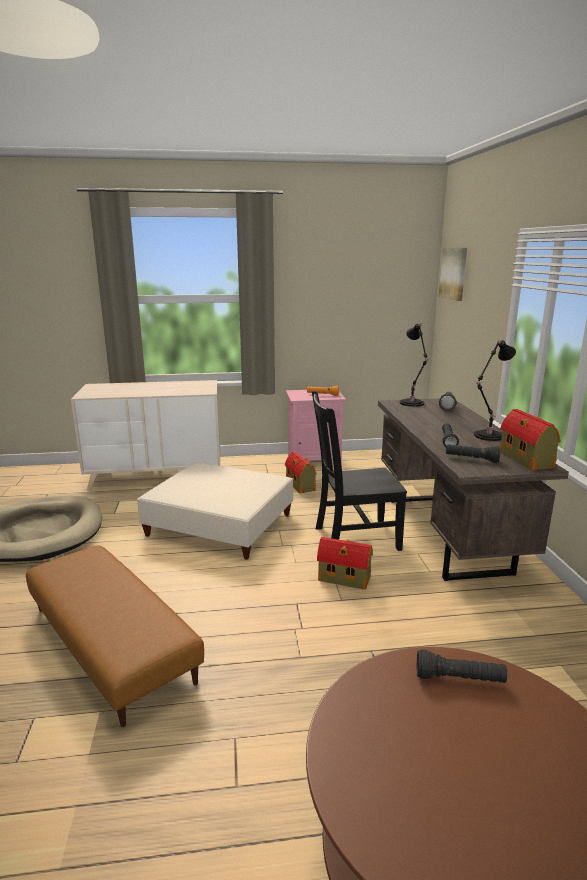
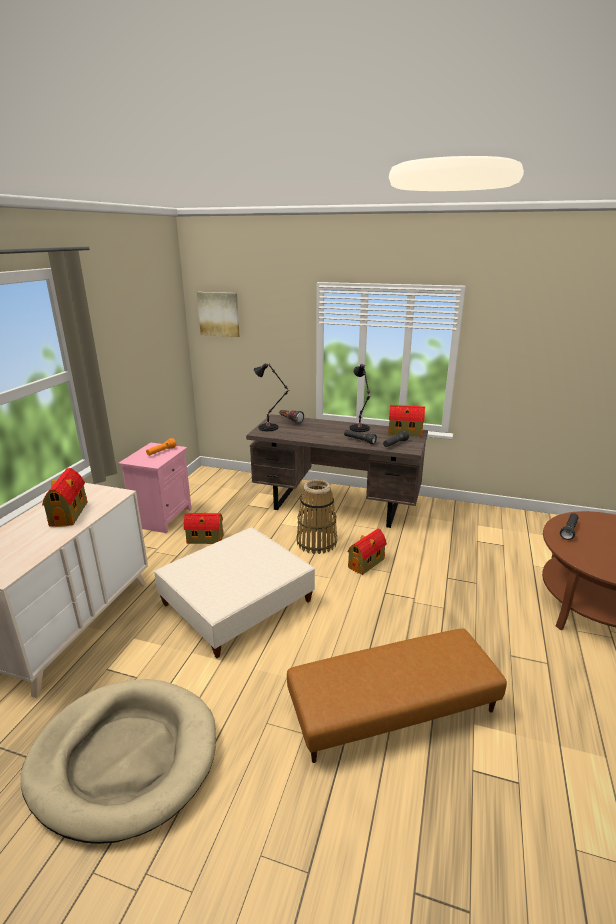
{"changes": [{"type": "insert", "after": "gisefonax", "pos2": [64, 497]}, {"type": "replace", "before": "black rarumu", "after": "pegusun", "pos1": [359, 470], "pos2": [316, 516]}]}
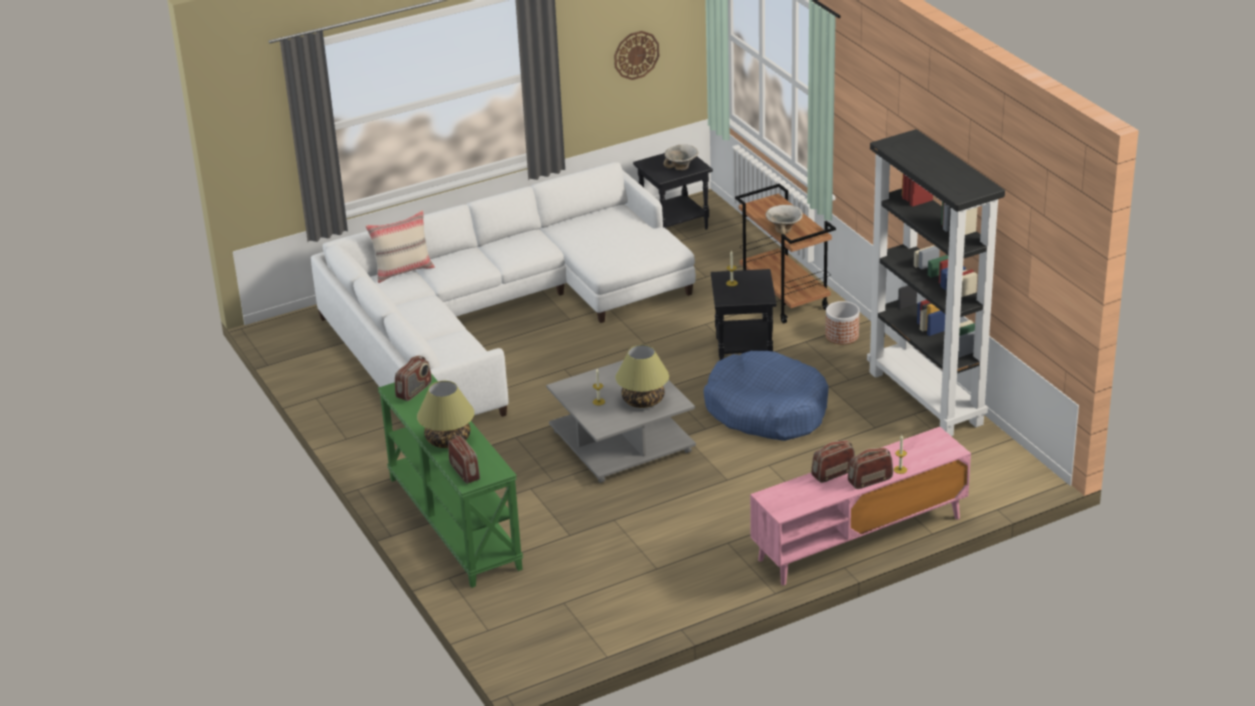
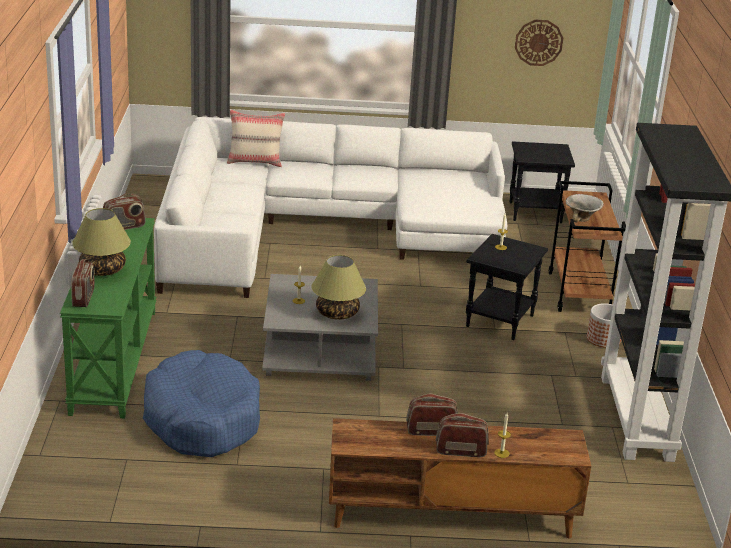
{"changes": [{"type": "move", "before": "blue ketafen", "pos1": [766, 396], "pos2": [201, 403]}, {"type": "recolor", "before": "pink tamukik", "after": "brown tamukik", "pos1": [860, 506], "pos2": [460, 478]}, {"type": "delete", "before": "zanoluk", "pos1": [681, 157]}]}
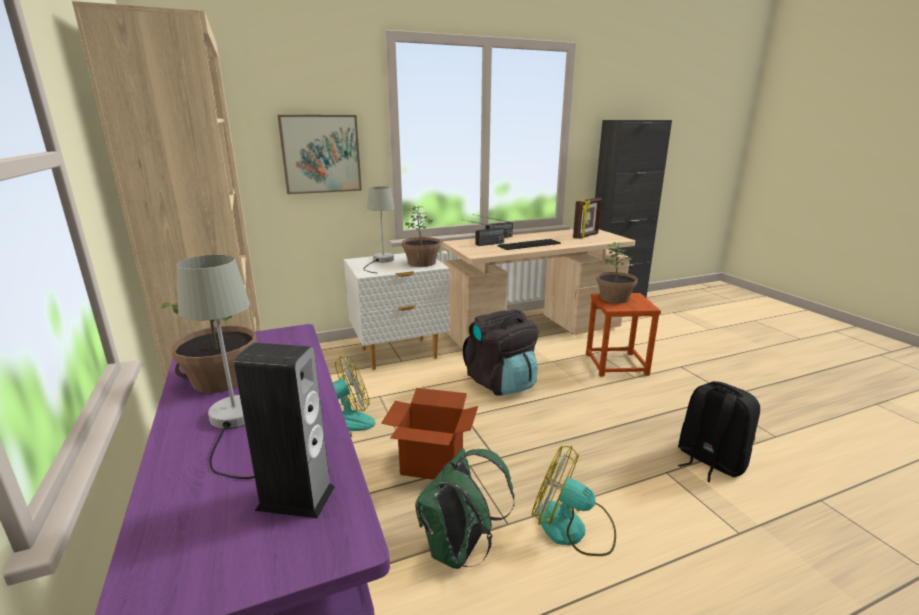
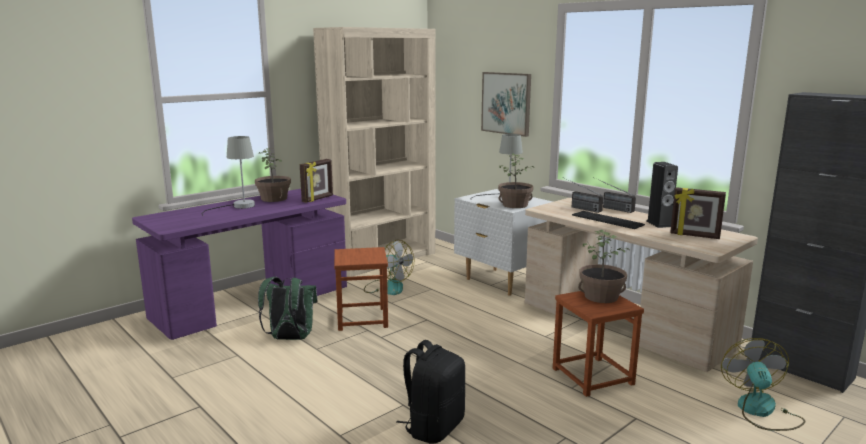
{"changes": [{"type": "insert", "after": "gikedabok", "pos2": [316, 181]}, {"type": "replace", "before": "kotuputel", "after": "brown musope", "pos1": [429, 434], "pos2": [361, 289]}, {"type": "move", "before": "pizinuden", "pos1": [284, 430], "pos2": [662, 195]}, {"type": "move", "before": "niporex", "pos1": [574, 500], "pos2": [763, 384]}, {"type": "delete", "before": "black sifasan", "pos1": [500, 352]}]}
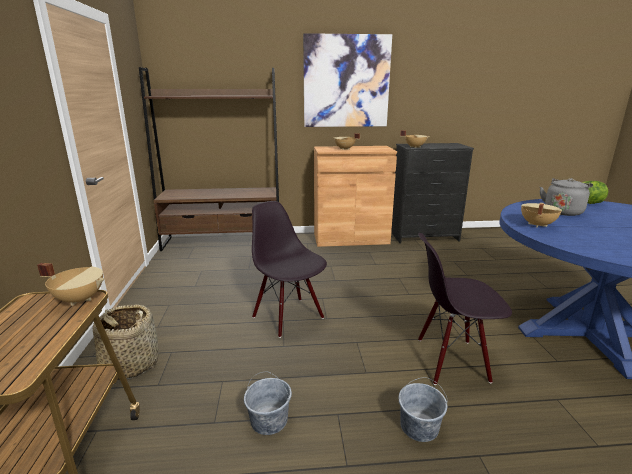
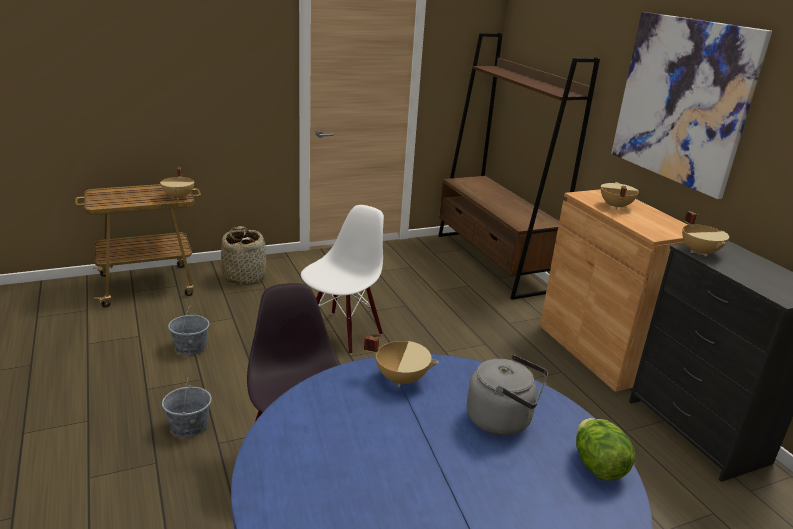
{"changes": [{"type": "recolor", "before": "black rarumu", "after": "white rarumu", "pos1": [289, 269], "pos2": [342, 279]}]}
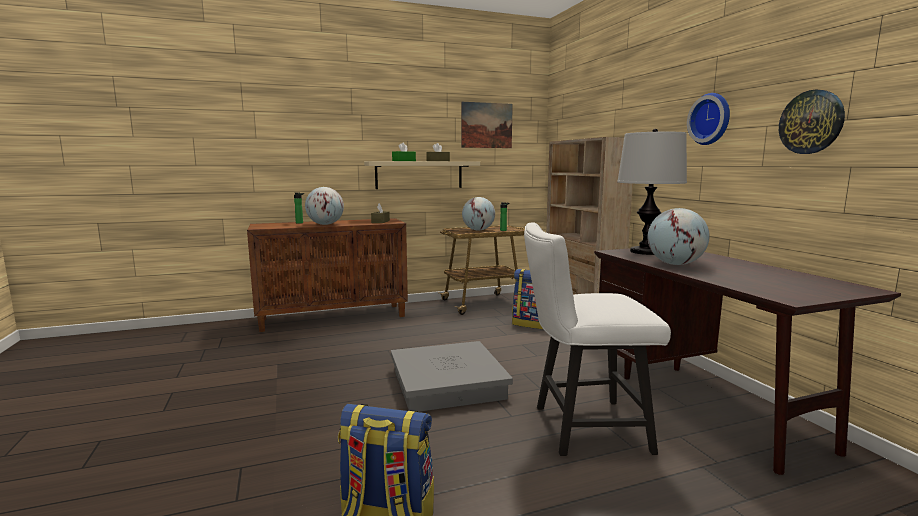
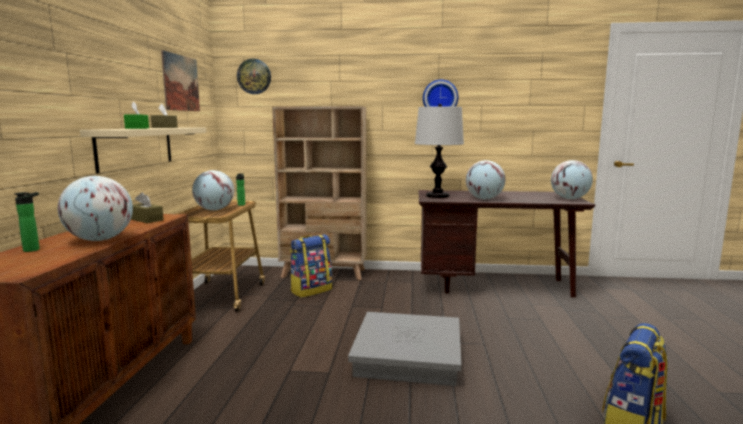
{"changes": [{"type": "move", "before": "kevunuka", "pos1": [812, 122], "pos2": [254, 76]}, {"type": "insert", "after": "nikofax", "pos2": [572, 179]}, {"type": "delete", "before": "white rarumu", "pos1": [597, 339]}]}
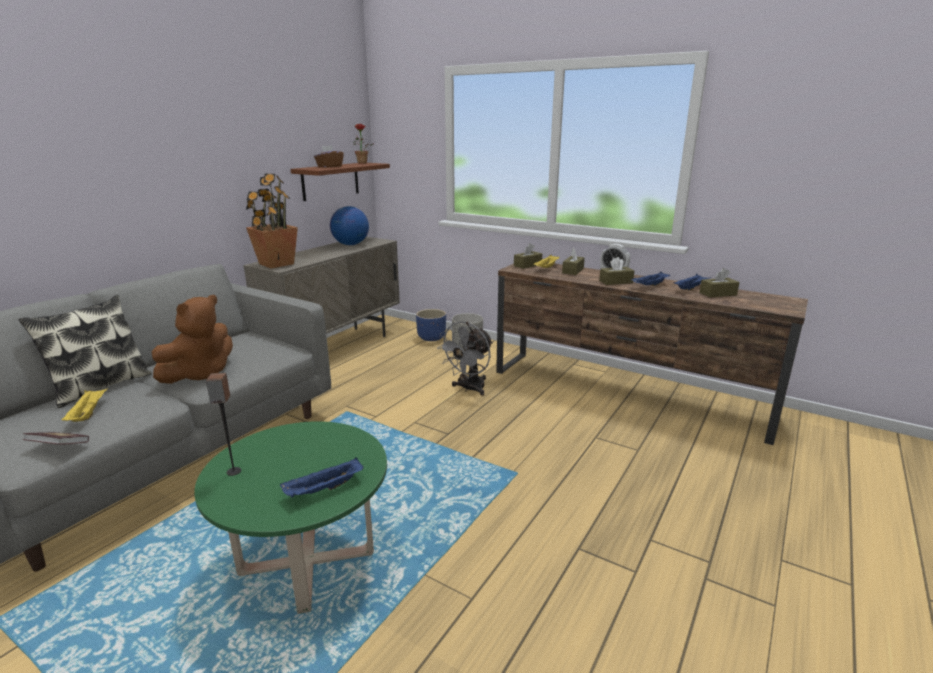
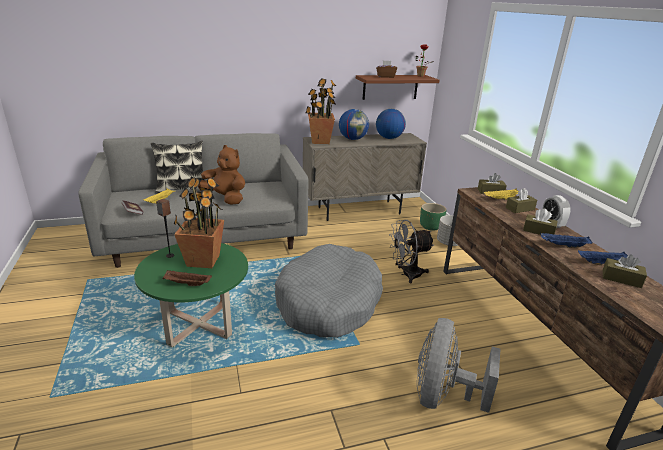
{"changes": [{"type": "recolor", "before": "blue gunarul", "after": "brown gunarul", "pos1": [321, 477], "pos2": [187, 278]}, {"type": "insert", "after": "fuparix", "pos2": [199, 222]}, {"type": "rotate", "before": "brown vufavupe", "pos1": [192, 339], "pos2": [221, 175], "turn": -135}, {"type": "insert", "after": "grey ketafen", "pos2": [329, 291]}, {"type": "insert", "after": "nikofax", "pos2": [354, 124]}, {"type": "insert", "after": "grey niporex", "pos2": [458, 365]}, {"type": "recolor", "before": "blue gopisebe", "after": "green gopisebe", "pos1": [431, 325], "pos2": [433, 217]}]}
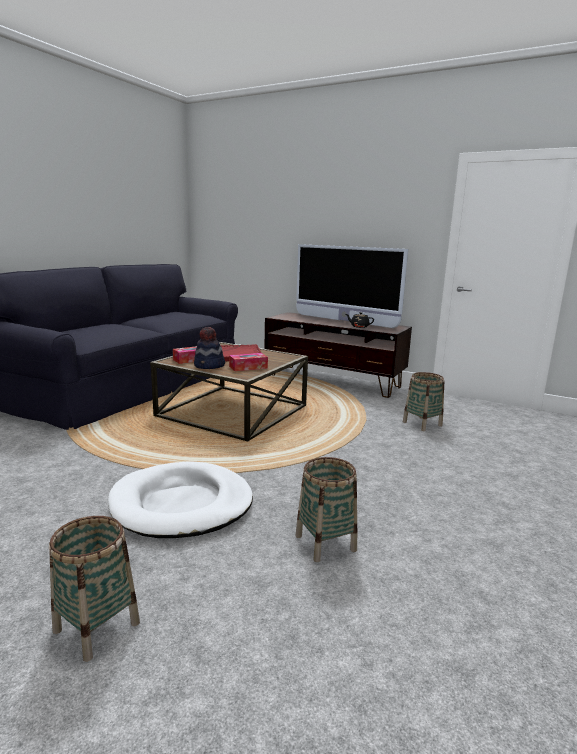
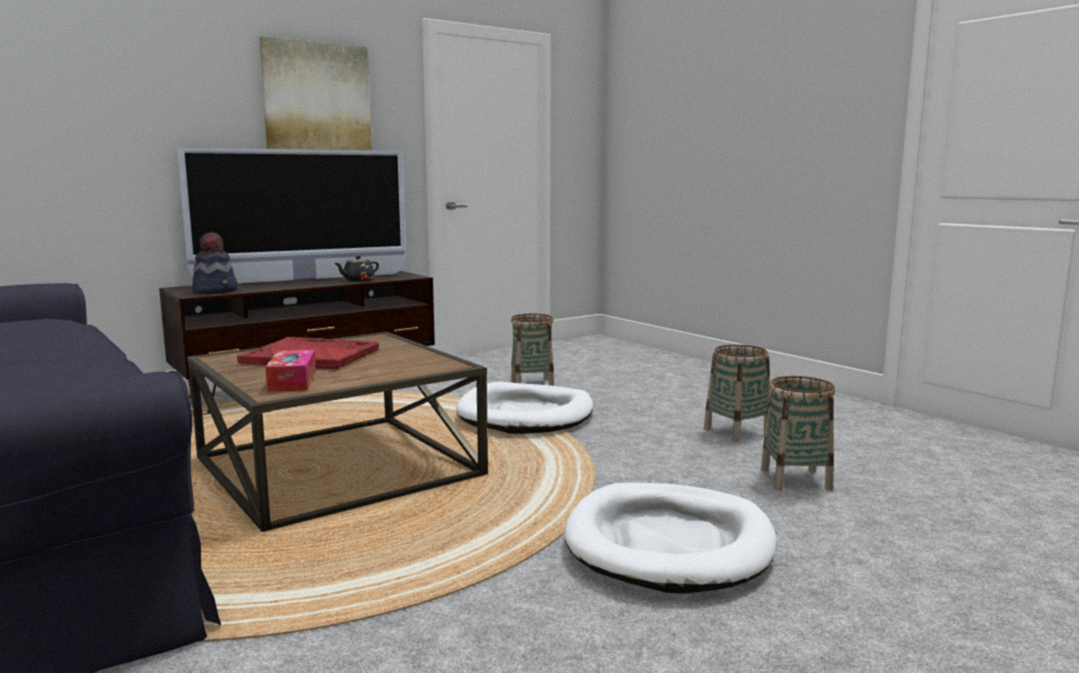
{"changes": [{"type": "move", "before": "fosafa", "pos1": [209, 348], "pos2": [215, 263]}, {"type": "insert", "after": "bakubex", "pos2": [315, 93]}, {"type": "insert", "after": "white ketafen", "pos2": [524, 408]}, {"type": "move", "before": "pegusun", "pos1": [94, 589], "pos2": [737, 393]}, {"type": "delete", "before": "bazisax", "pos1": [248, 362]}]}
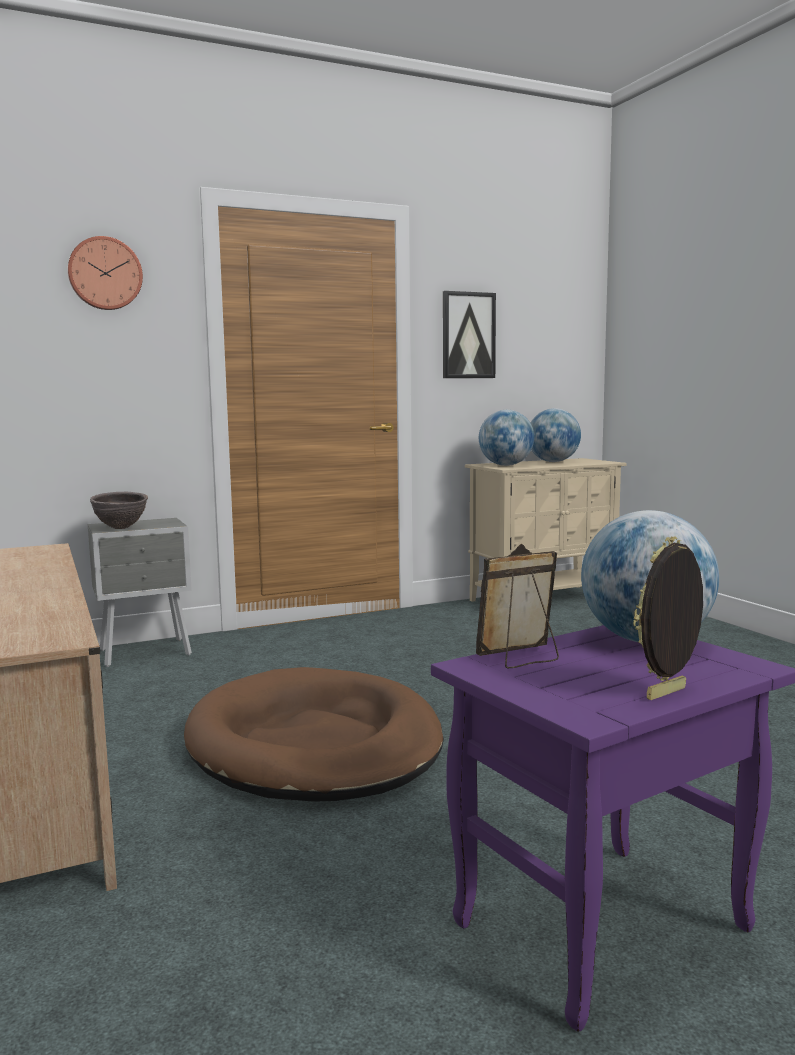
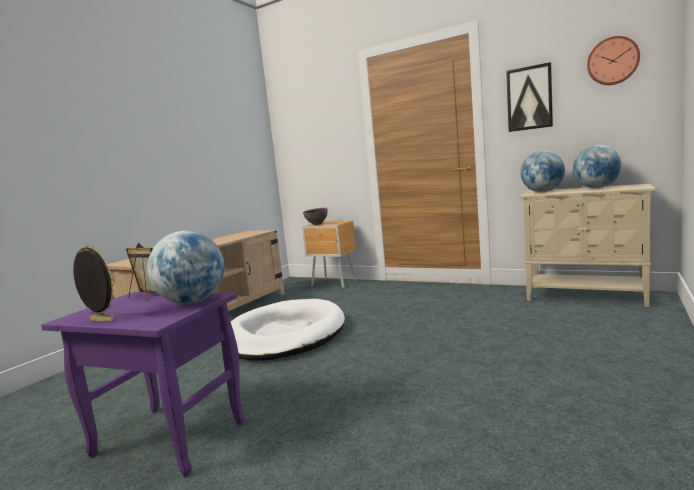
{"changes": [{"type": "recolor", "before": "brown ketafen", "after": "white ketafen", "pos1": [314, 734], "pos2": [288, 330]}, {"type": "recolor", "before": "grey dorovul", "after": "brown dorovul", "pos1": [140, 592], "pos2": [329, 254]}, {"type": "move", "before": "kevunuka", "pos1": [105, 273], "pos2": [613, 60]}]}
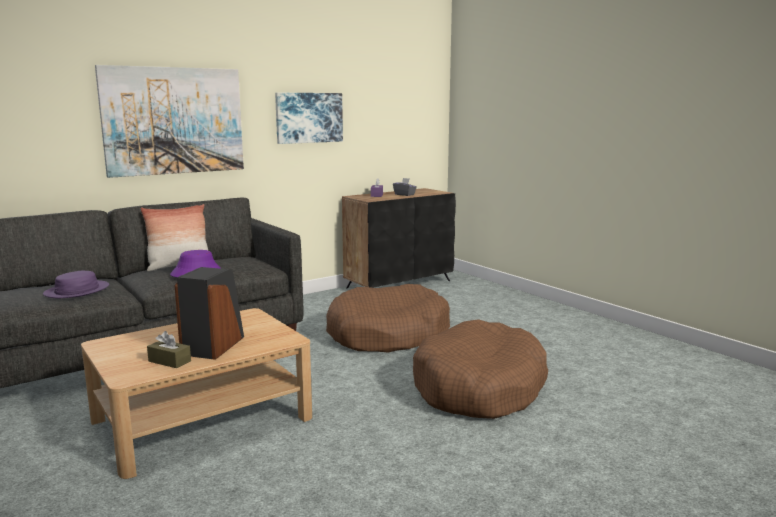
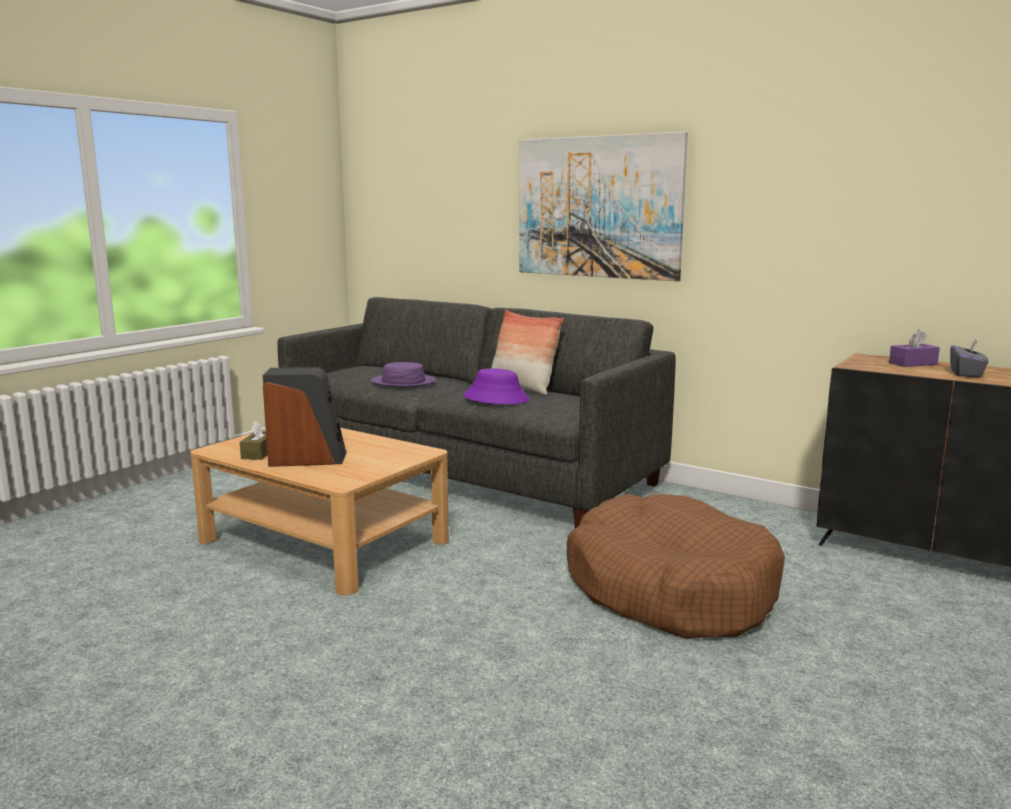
{"changes": [{"type": "delete", "before": "bakubex", "pos1": [309, 118]}, {"type": "delete", "before": "brown ketafen", "pos1": [480, 369]}]}
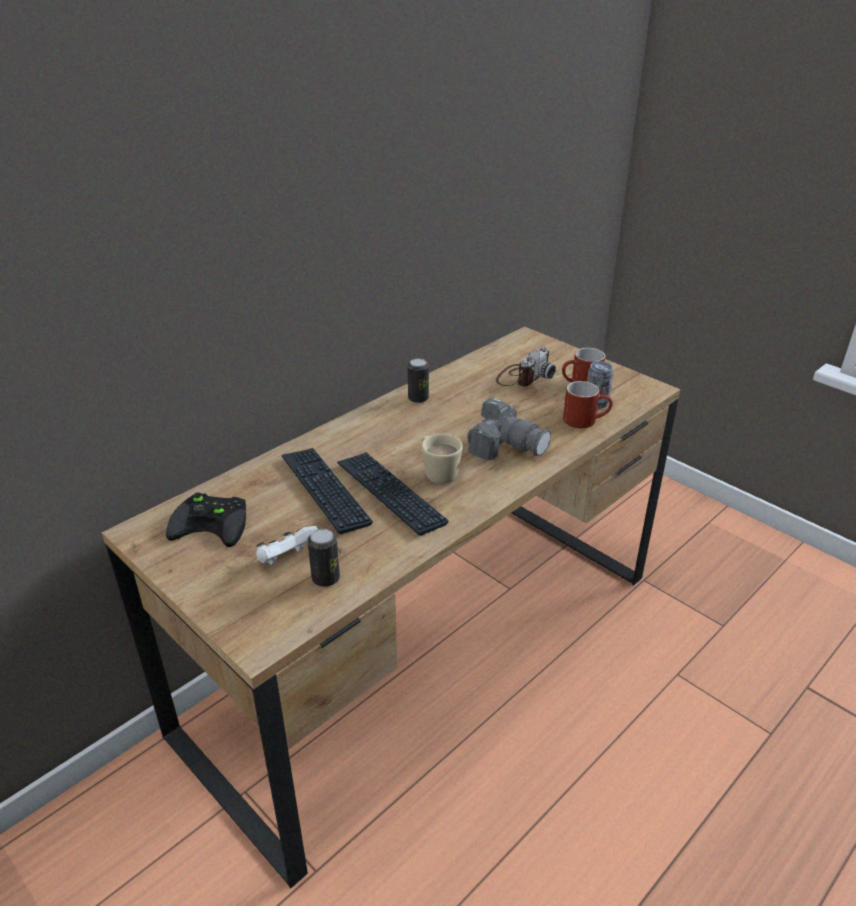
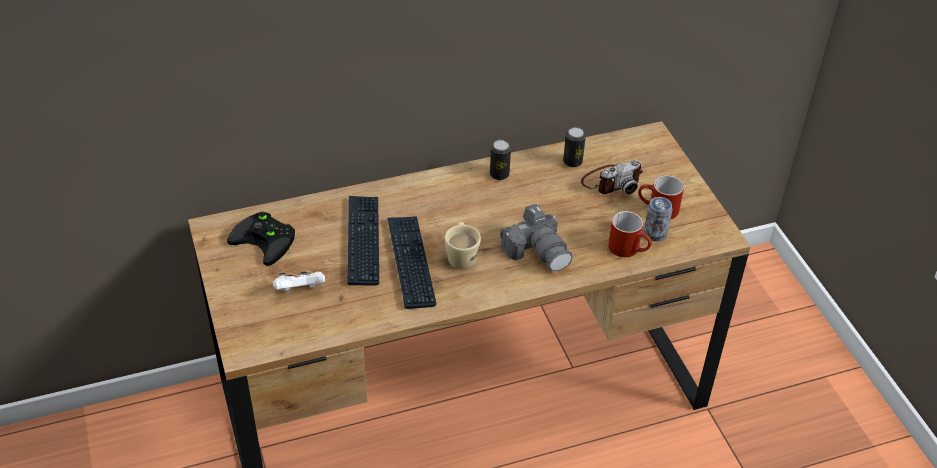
{"changes": [{"type": "move", "before": "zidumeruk", "pos1": [323, 558], "pos2": [574, 147]}]}
